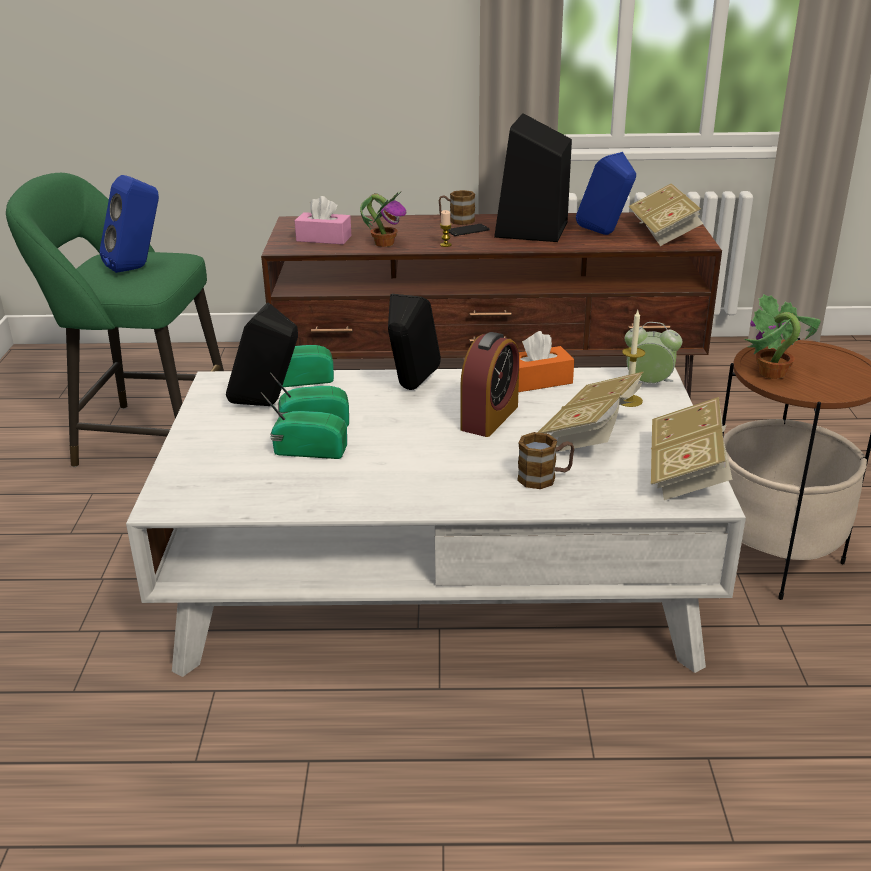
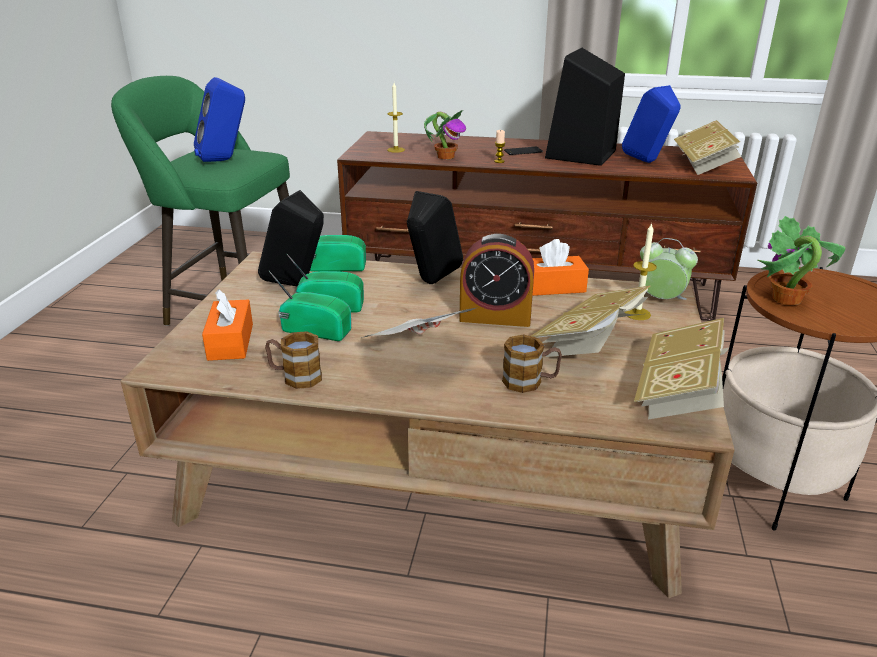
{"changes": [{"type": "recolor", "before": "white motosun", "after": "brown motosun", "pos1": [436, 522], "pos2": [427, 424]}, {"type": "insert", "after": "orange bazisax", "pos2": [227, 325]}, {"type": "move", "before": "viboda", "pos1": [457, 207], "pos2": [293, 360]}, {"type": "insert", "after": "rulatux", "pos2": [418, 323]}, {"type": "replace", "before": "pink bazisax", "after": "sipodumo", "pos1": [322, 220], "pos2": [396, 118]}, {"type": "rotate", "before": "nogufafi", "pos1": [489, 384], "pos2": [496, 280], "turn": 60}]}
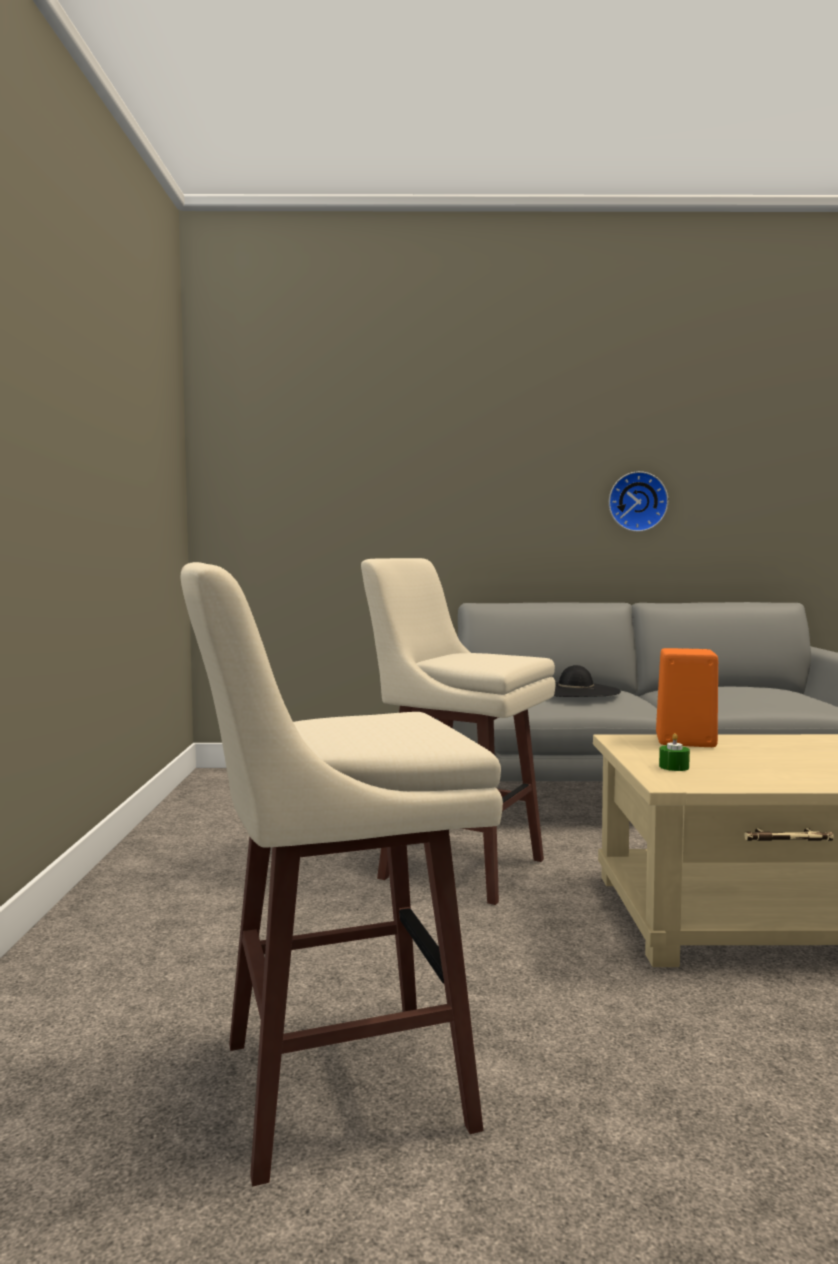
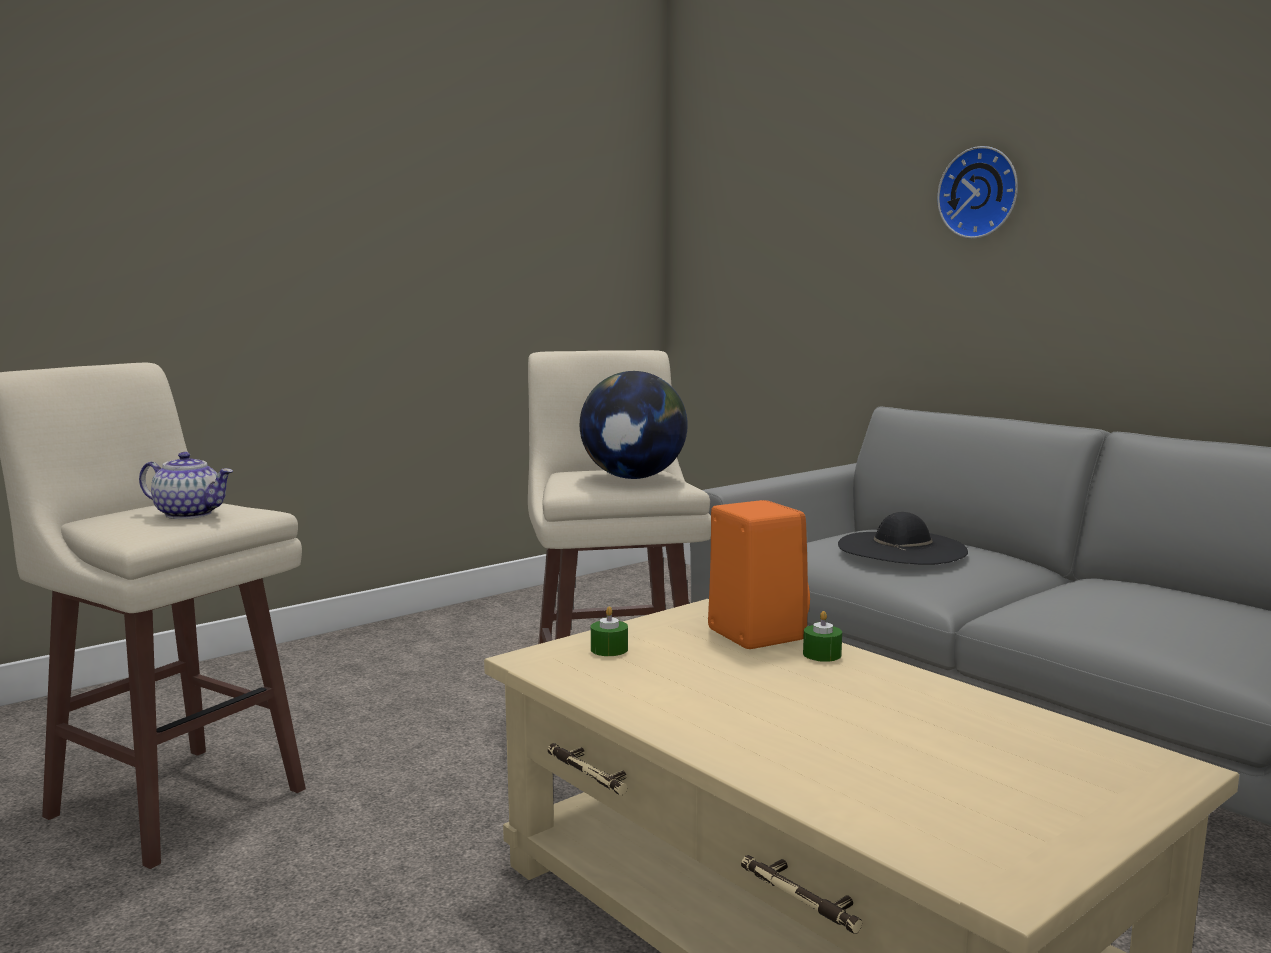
{"changes": [{"type": "insert", "after": "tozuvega", "pos2": [186, 485]}, {"type": "insert", "after": "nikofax", "pos2": [634, 425]}, {"type": "insert", "after": "green sipodumo", "pos2": [822, 636]}, {"type": "move", "before": "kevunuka", "pos1": [638, 501], "pos2": [977, 192]}]}
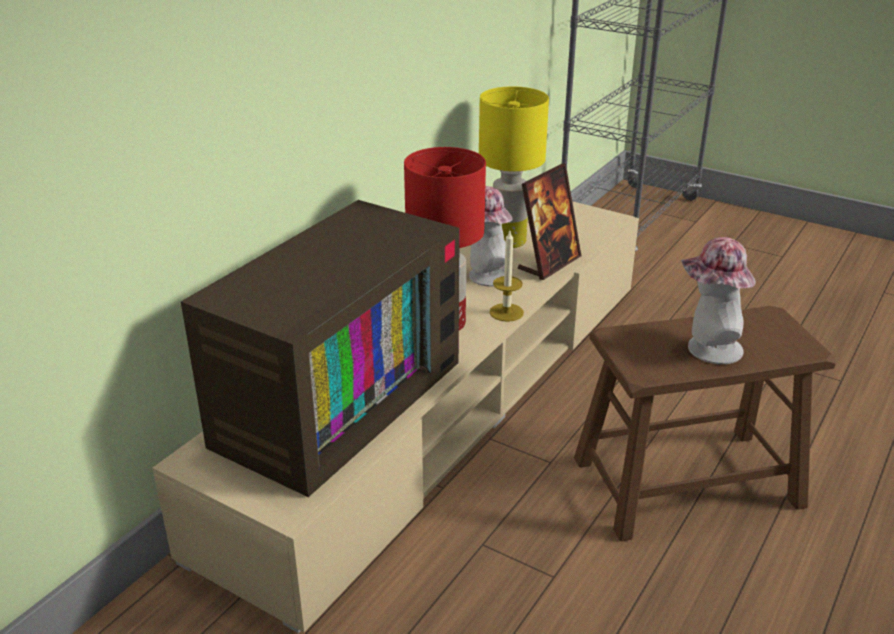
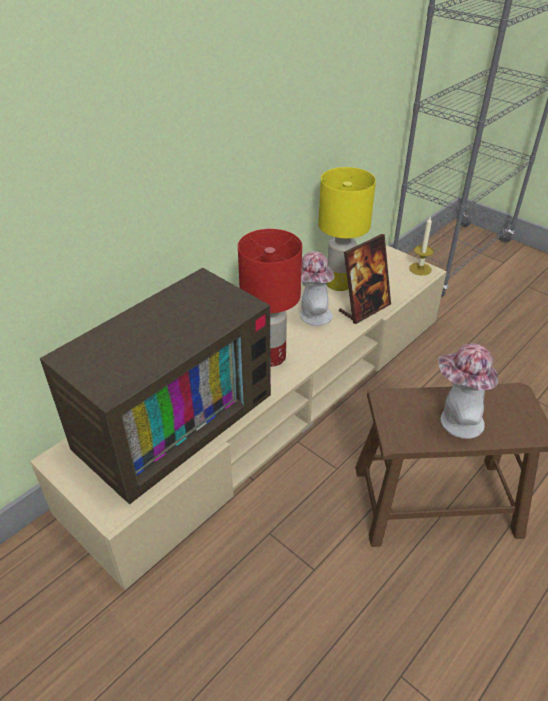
{"changes": [{"type": "move", "before": "sipodumo", "pos1": [507, 276], "pos2": [421, 246]}]}
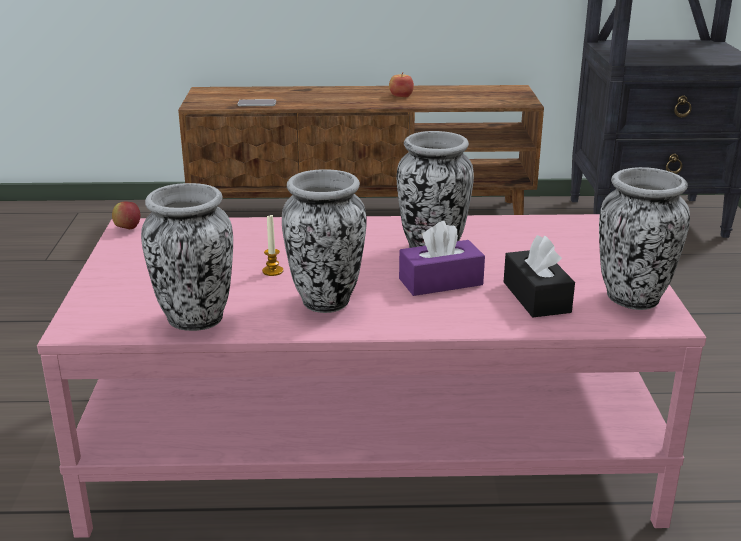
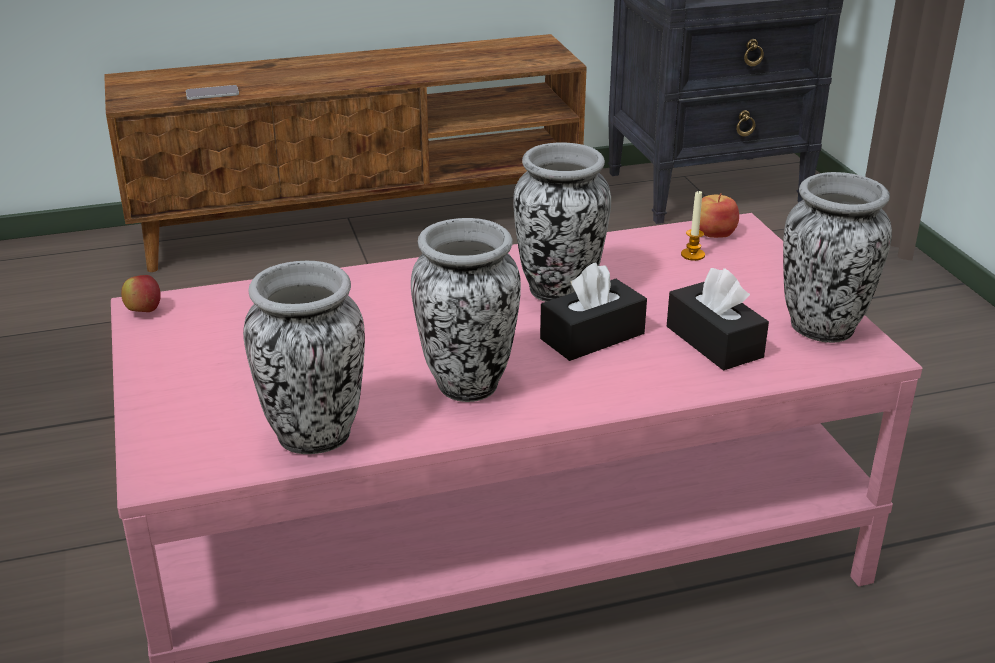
{"changes": [{"type": "recolor", "before": "purple bazisax", "after": "black bazisax", "pos1": [442, 258], "pos2": [593, 311]}, {"type": "move", "before": "sipodumo", "pos1": [272, 245], "pos2": [693, 226]}, {"type": "move", "before": "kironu", "pos1": [401, 84], "pos2": [719, 215]}]}
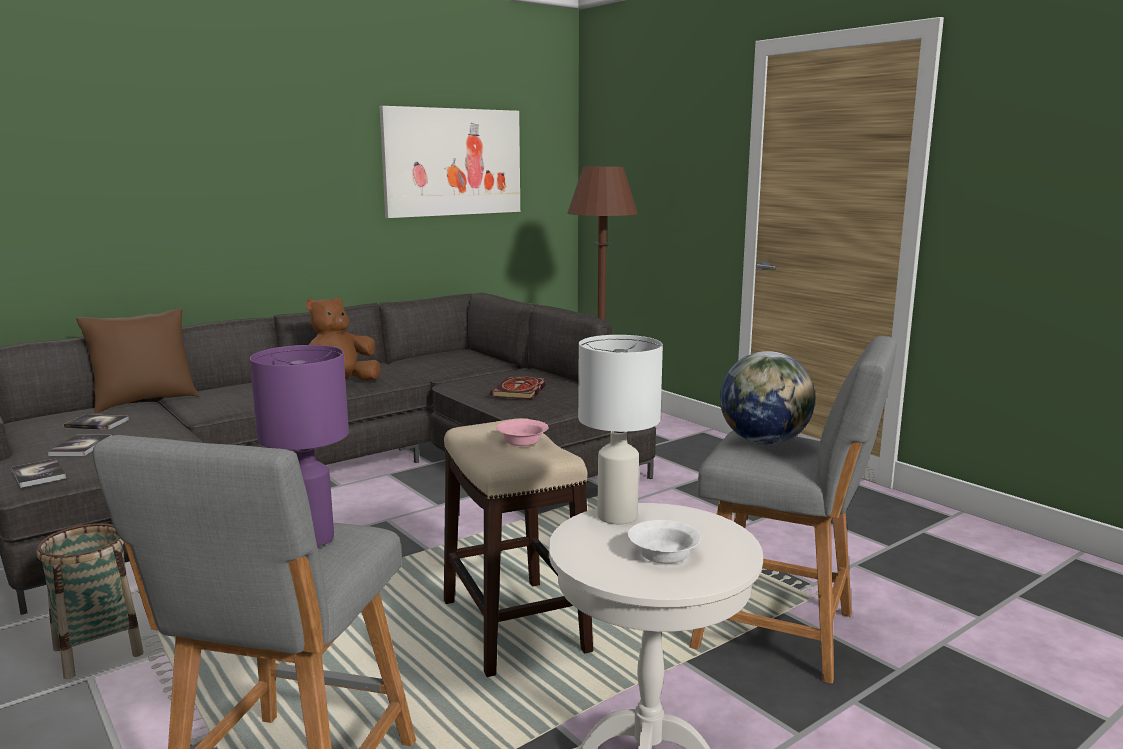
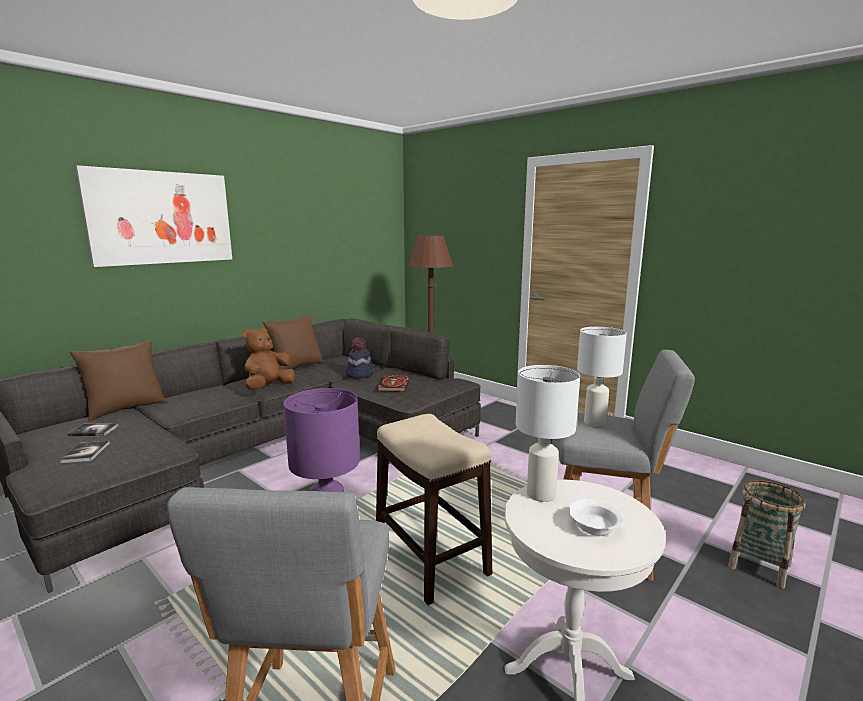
{"changes": [{"type": "move", "before": "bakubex", "pos1": [450, 162], "pos2": [153, 216]}, {"type": "insert", "after": "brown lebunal", "pos2": [293, 342]}, {"type": "insert", "after": "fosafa", "pos2": [360, 358]}, {"type": "replace", "before": "nikofax", "after": "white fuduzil", "pos1": [767, 398], "pos2": [602, 377]}, {"type": "move", "before": "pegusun", "pos1": [90, 601], "pos2": [766, 534]}, {"type": "delete", "before": "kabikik", "pos1": [38, 473]}, {"type": "delete", "before": "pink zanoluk", "pos1": [522, 432]}]}
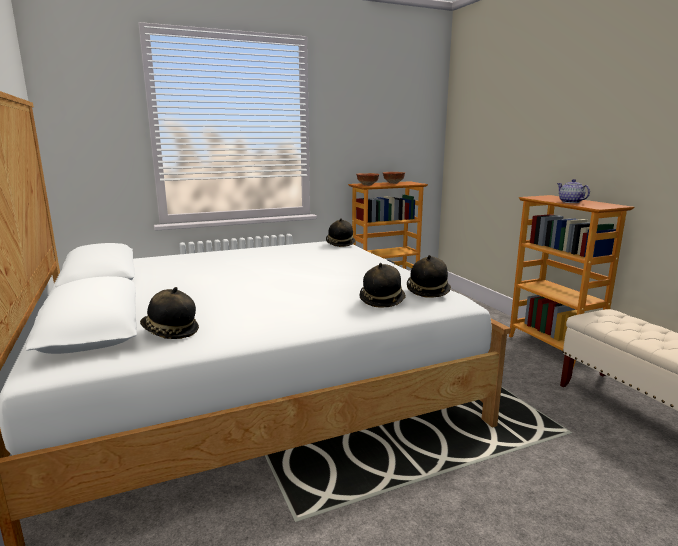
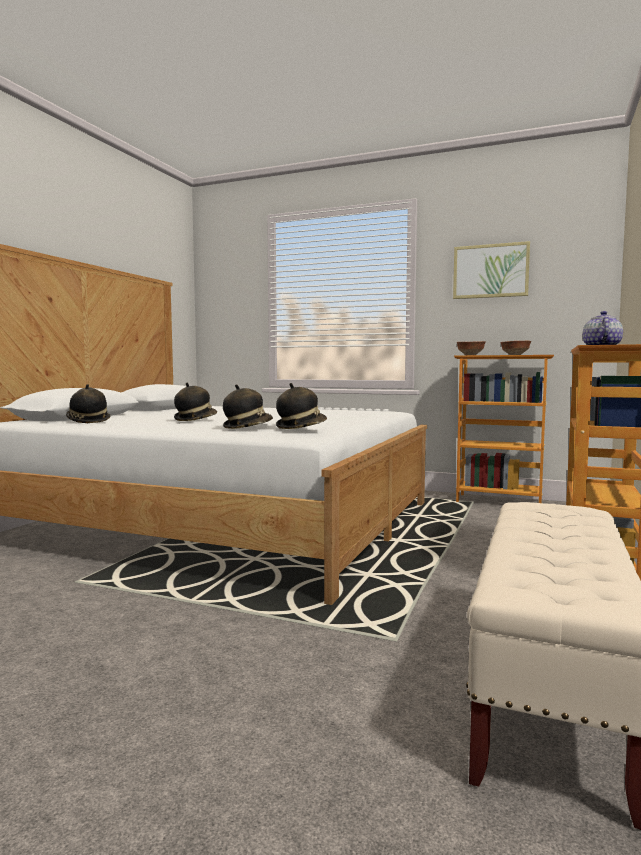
{"changes": [{"type": "move", "before": "fosafa", "pos1": [340, 232], "pos2": [195, 402]}, {"type": "insert", "after": "bakubex", "pos2": [491, 270]}]}
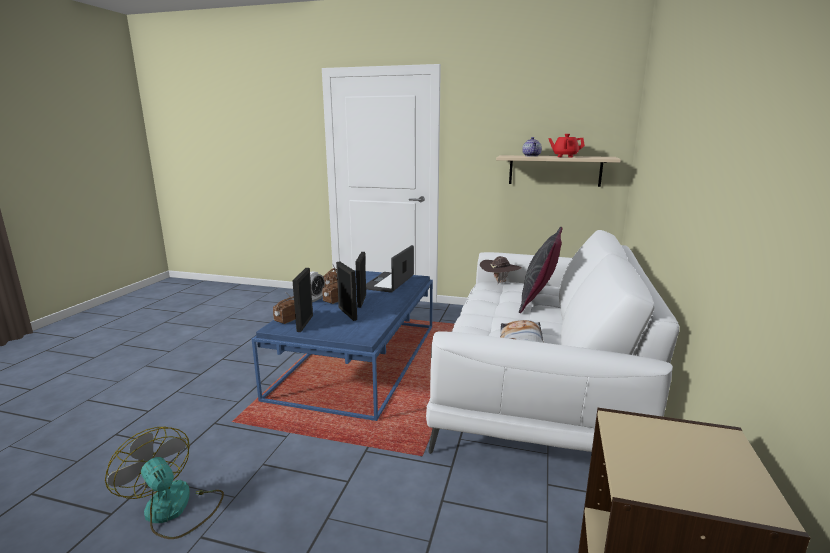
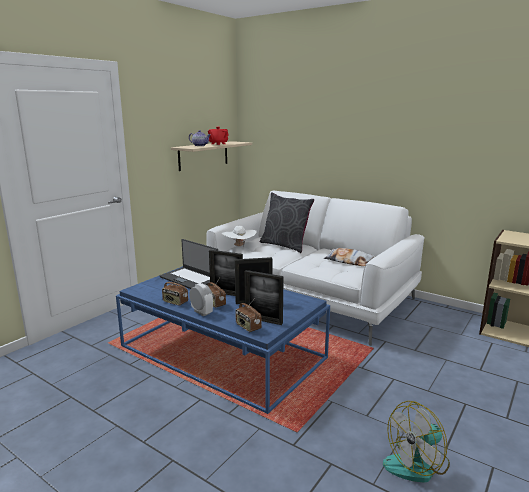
{"changes": [{"type": "recolor", "before": "brown fosafa", "after": "white fosafa", "pos1": [501, 270], "pos2": [239, 236]}]}
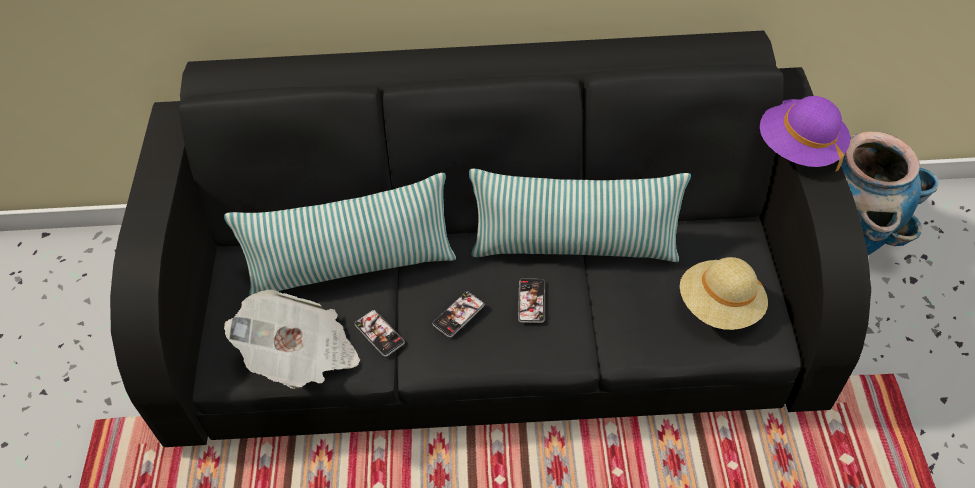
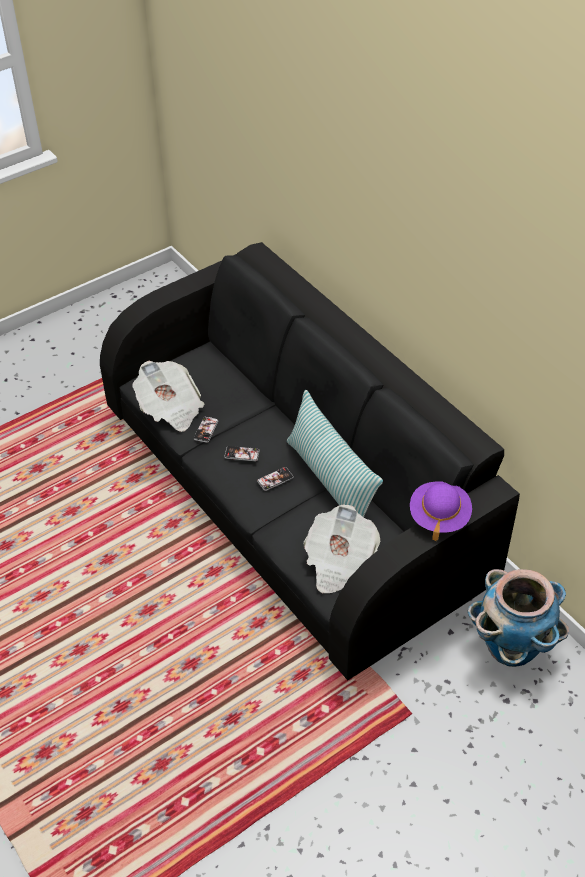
{"changes": [{"type": "replace", "before": "beige fosafa", "after": "rulatux", "pos1": [724, 293], "pos2": [341, 549]}, {"type": "delete", "before": "lebunal", "pos1": [340, 234]}]}
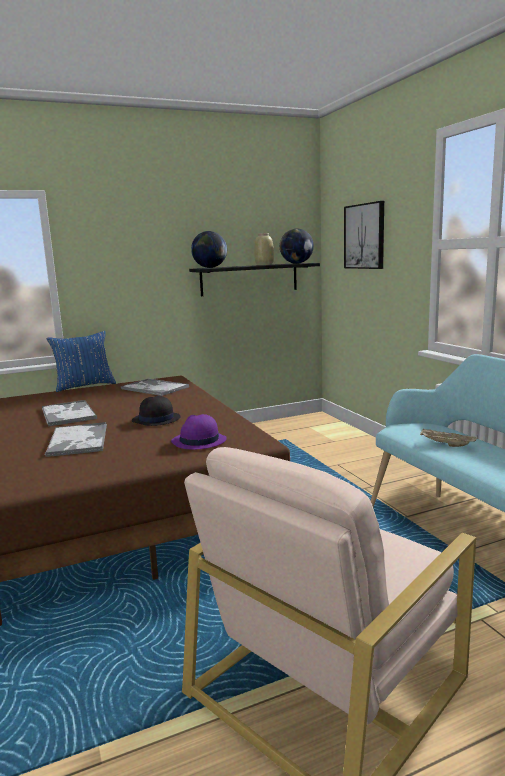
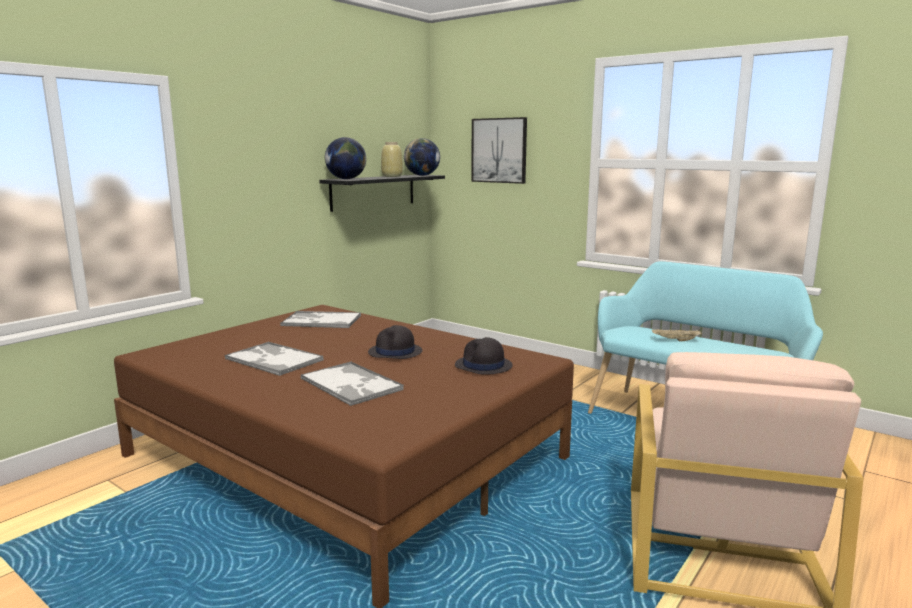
{"changes": [{"type": "recolor", "before": "purple fosafa", "after": "black fosafa", "pos1": [199, 431], "pos2": [484, 356]}, {"type": "delete", "before": "blue lebunal", "pos1": [81, 361]}]}
